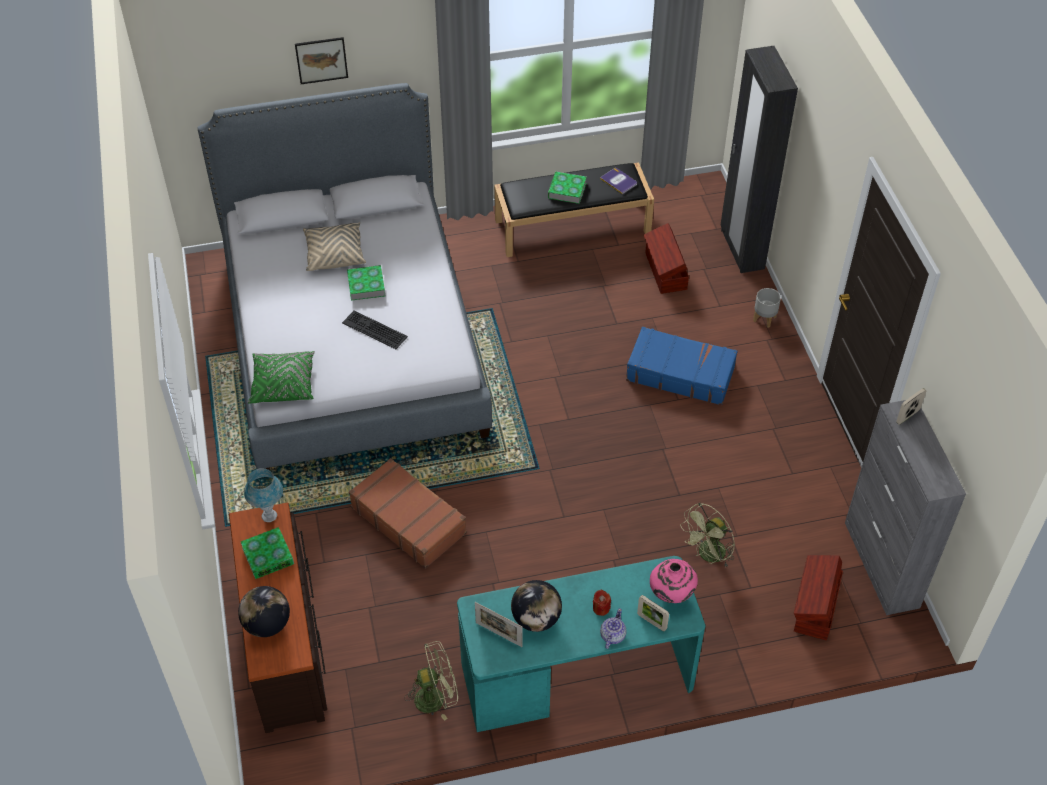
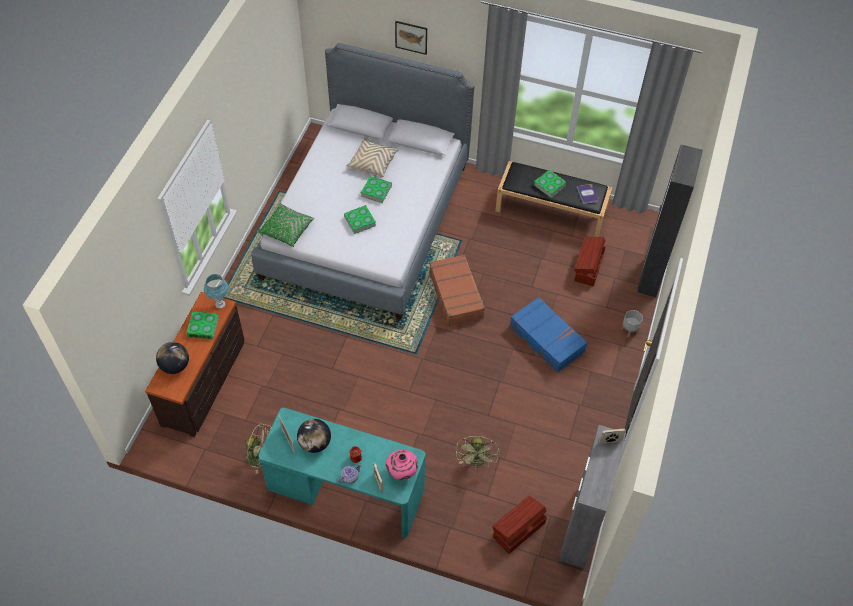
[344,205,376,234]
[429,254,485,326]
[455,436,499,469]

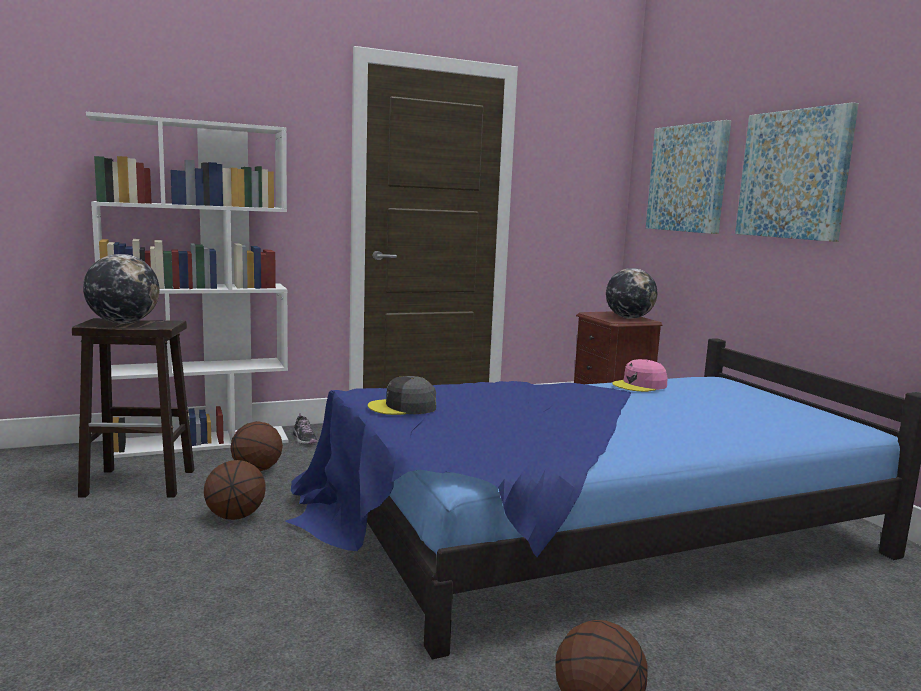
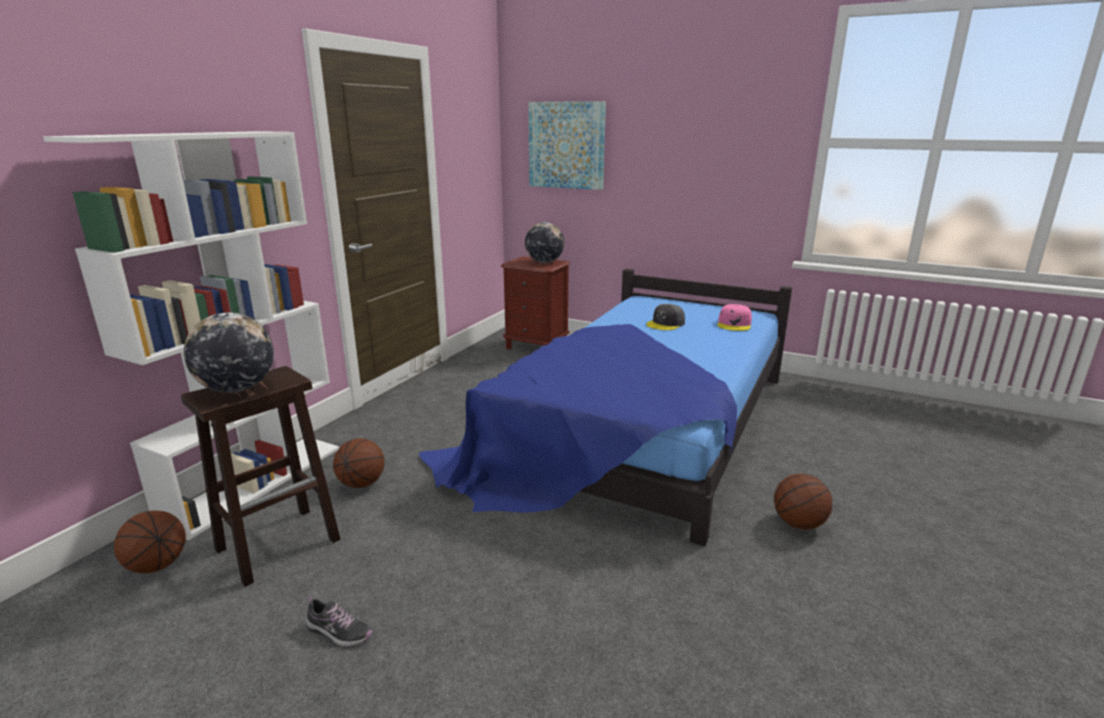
[114,510,186,573]
[306,596,372,646]
[646,304,685,330]
[718,304,752,331]
[735,102,859,242] (first image)

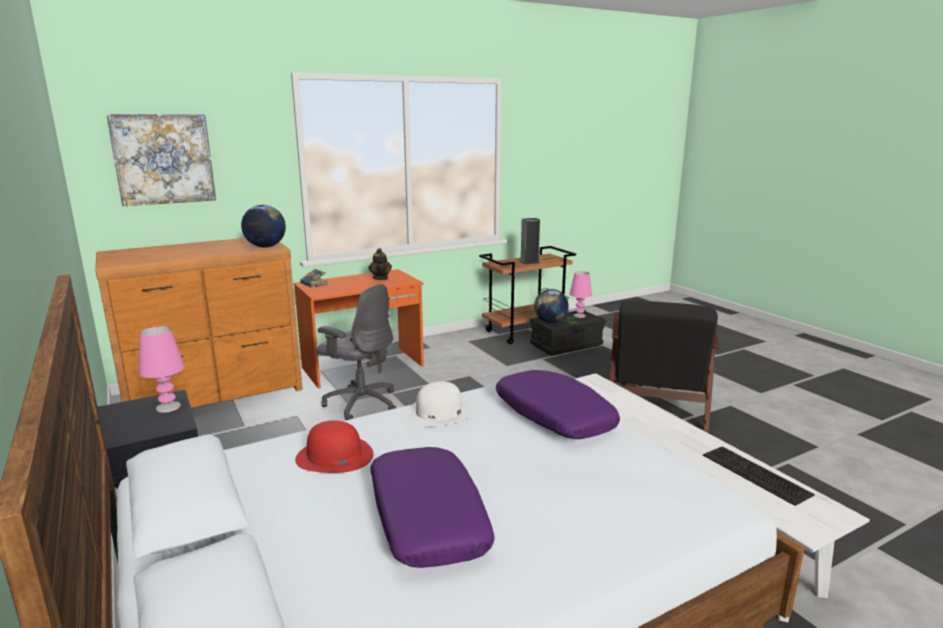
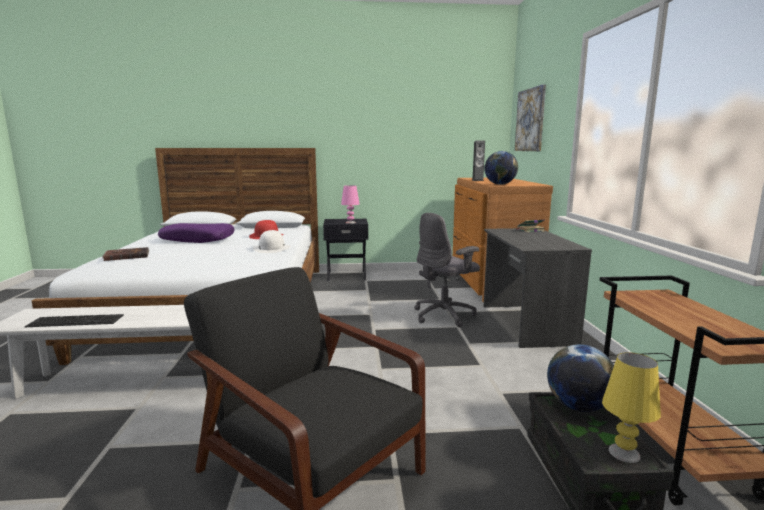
[102,247,150,261]
[472,140,485,181]
[484,228,592,348]
[602,352,661,463]
[368,248,392,280] (first image)
[496,370,620,439] (first image)

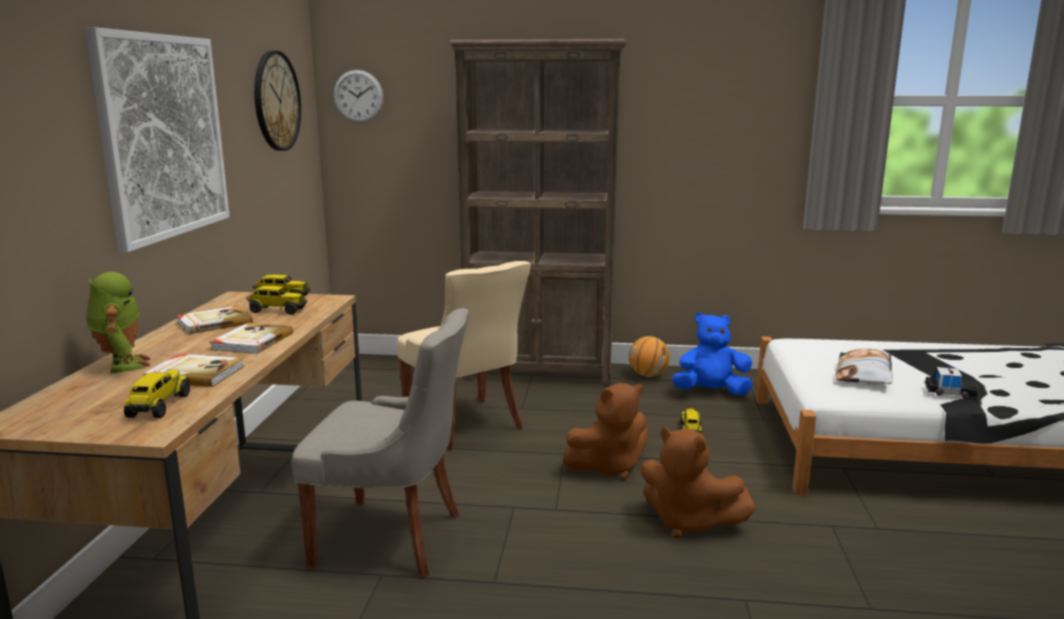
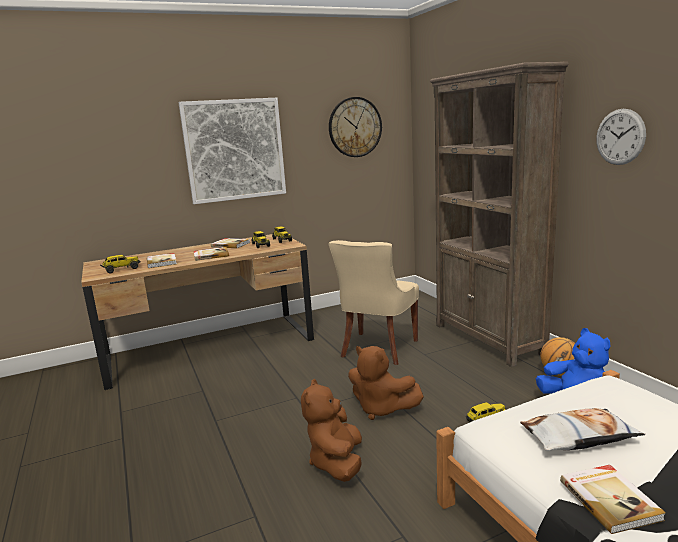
[560,465,666,534]
[596,109,646,165]
[86,272,151,373] (first image)
[292,308,469,578] (first image)

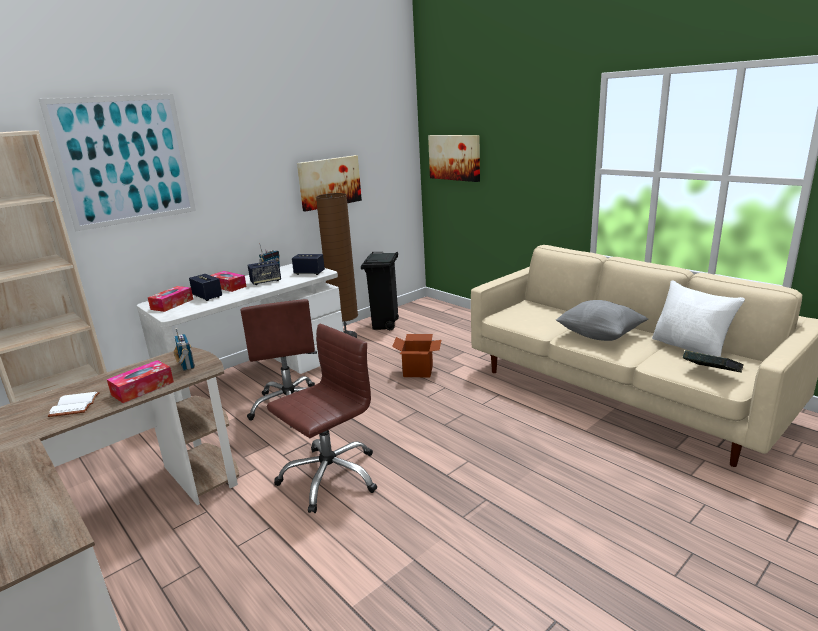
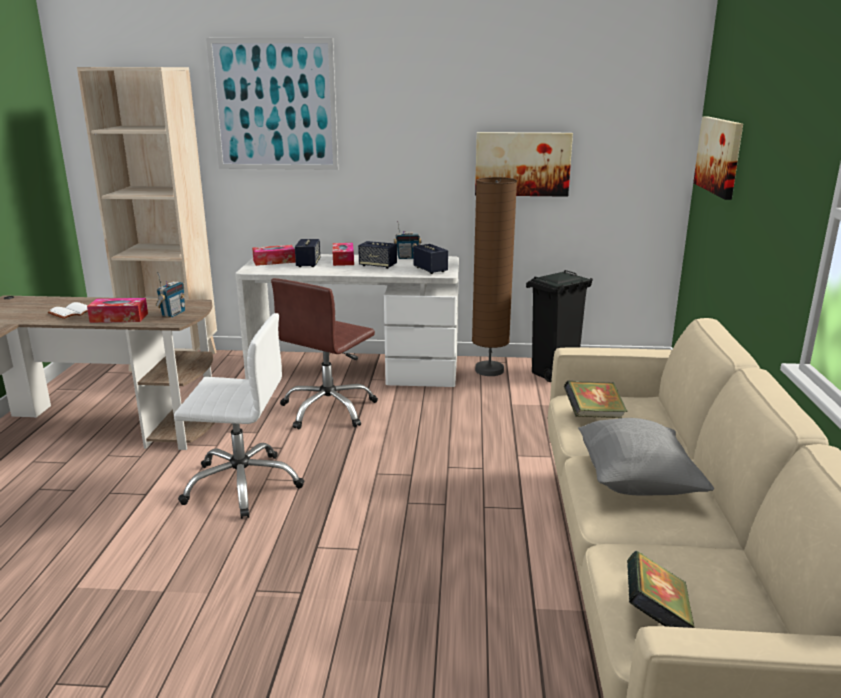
[174,313,304,519]
[564,381,628,418]
[392,334,441,377] (first image)
[652,280,745,357] (first image)

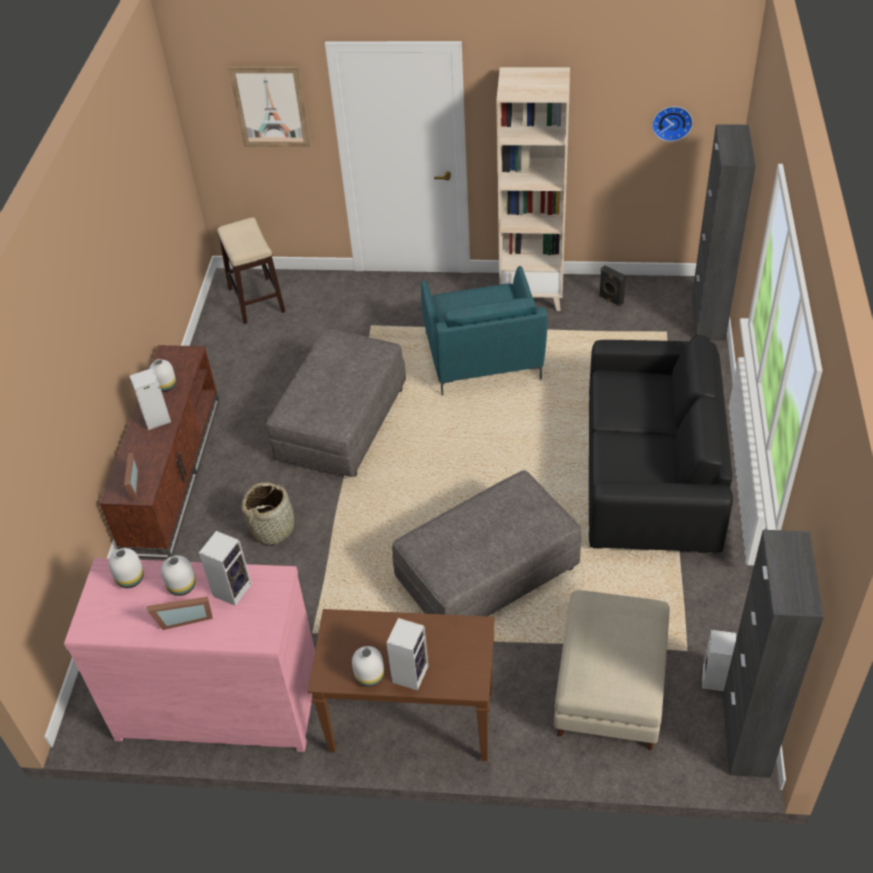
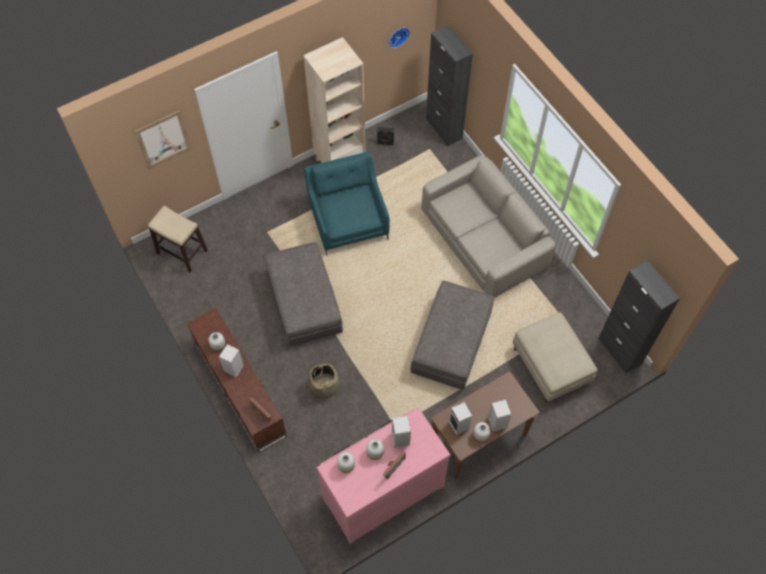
[304,151,390,256]
[421,155,556,298]
[449,402,472,435]

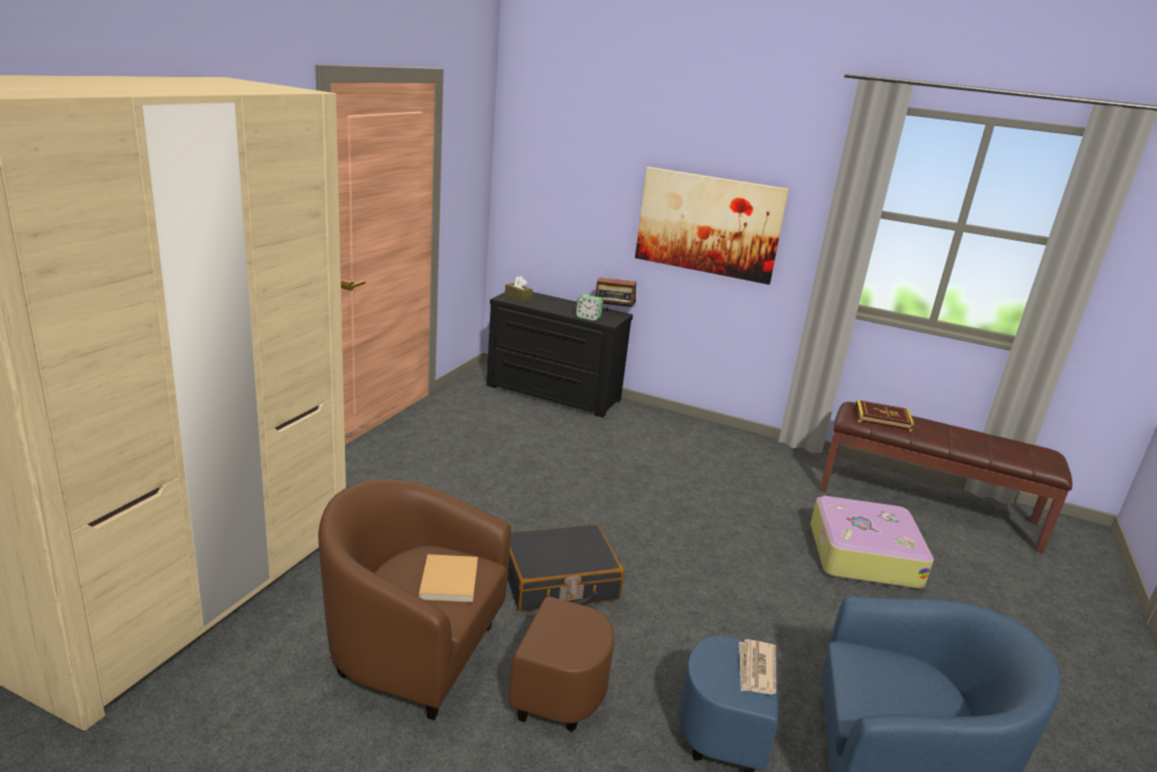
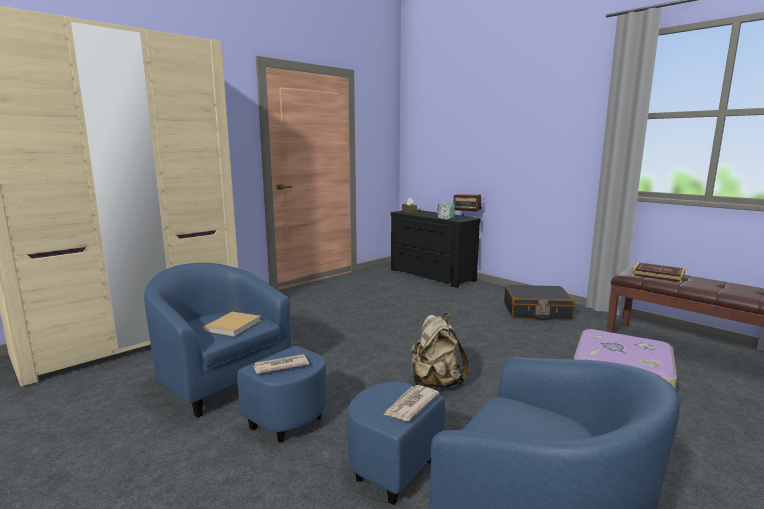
[144,263,327,443]
[253,354,309,374]
[411,313,469,389]
[504,284,575,321]
[635,167,789,285] (first image)

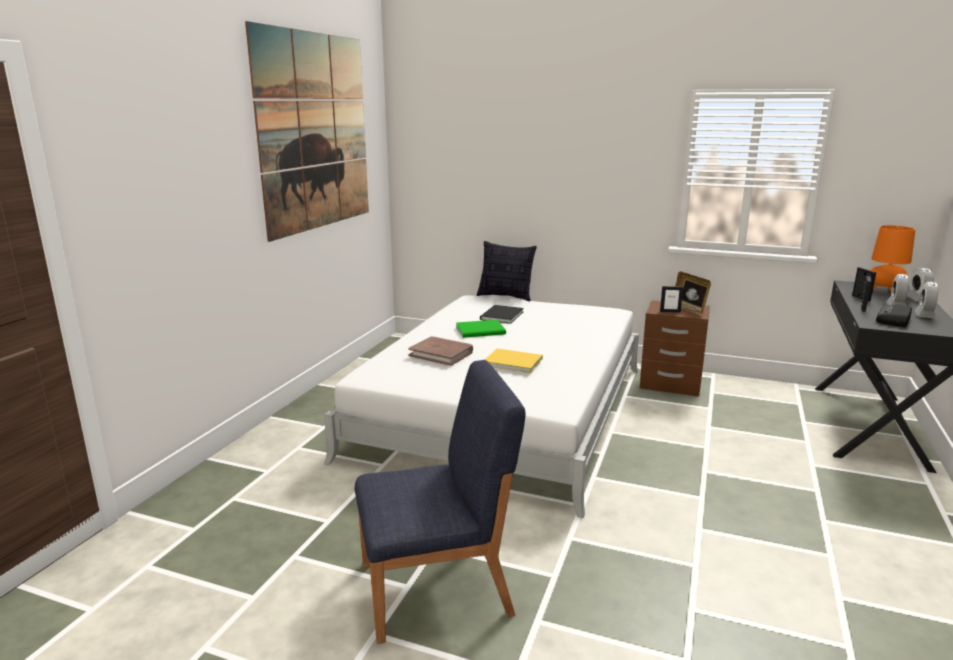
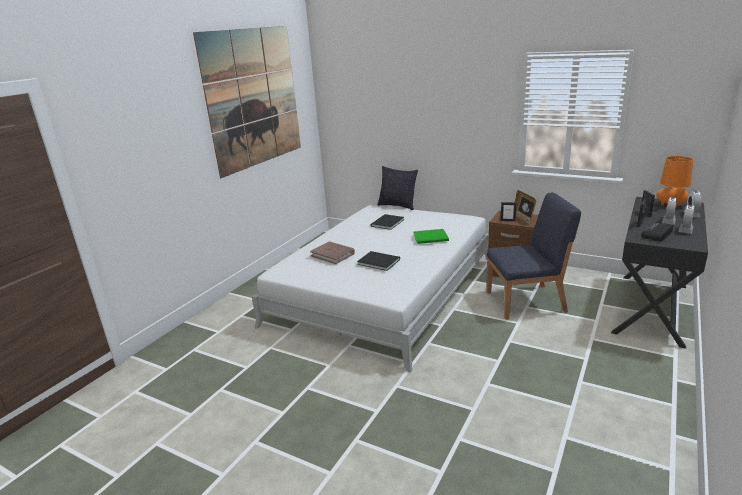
[357,251,400,271]
[413,229,449,244]
[487,192,581,320]

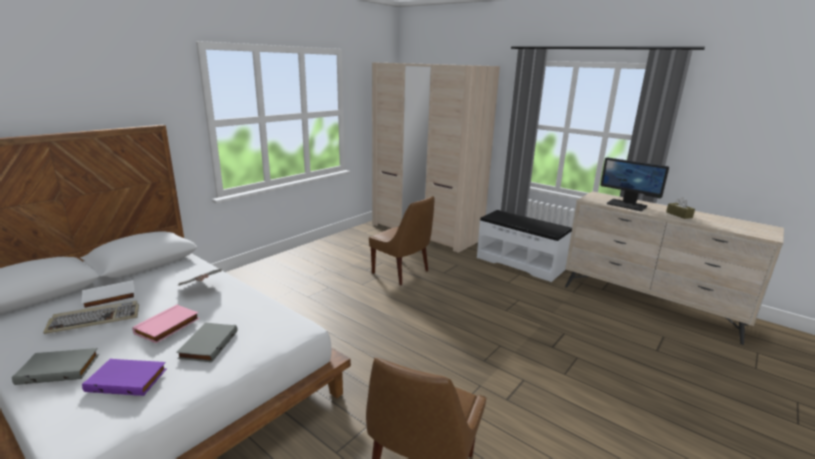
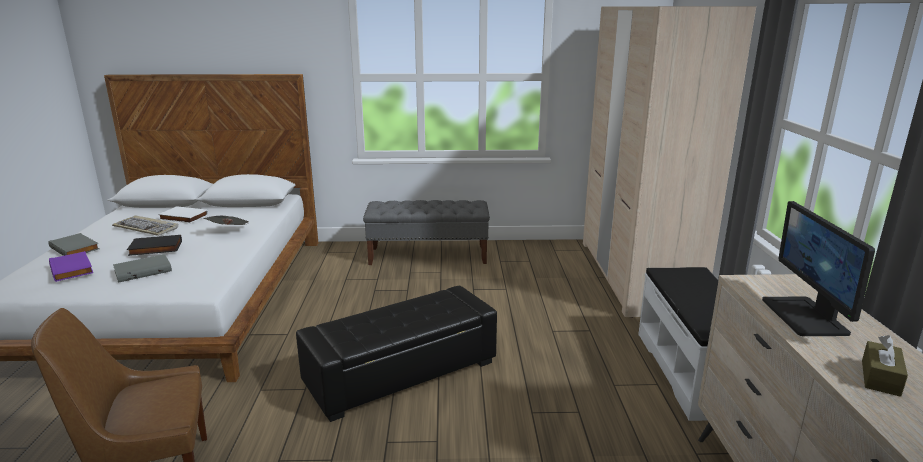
[127,235,182,256]
[296,286,497,422]
[363,200,490,265]
[369,196,435,285] (first image)

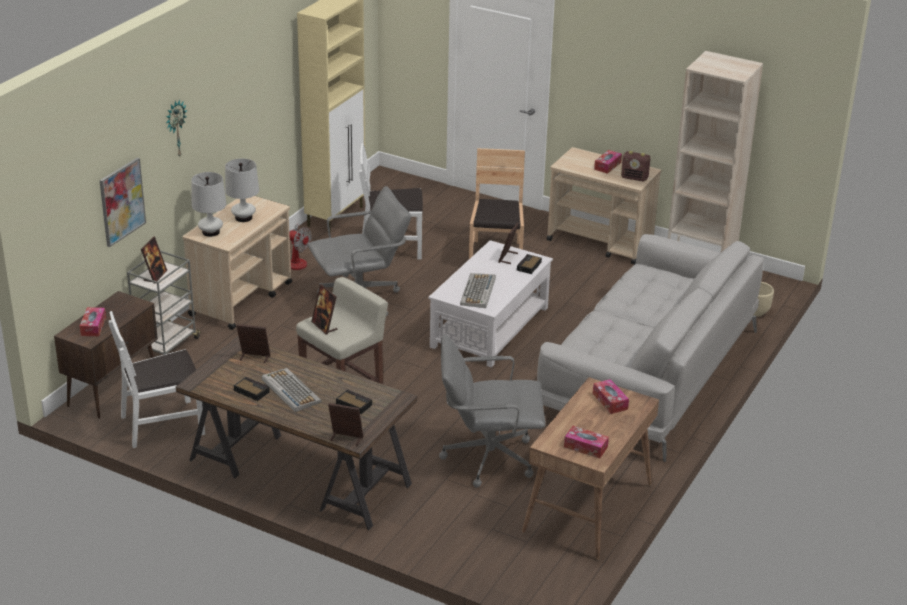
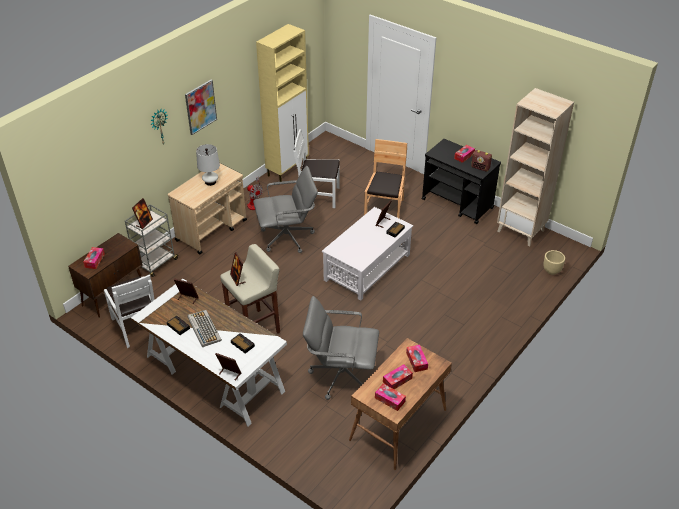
[104,274,155,348]
[131,279,287,427]
[185,80,217,135]
[383,364,413,389]
[422,139,501,224]
[191,172,226,237] (first image)
[460,273,496,308] (first image)
[537,234,764,462] (first image)

